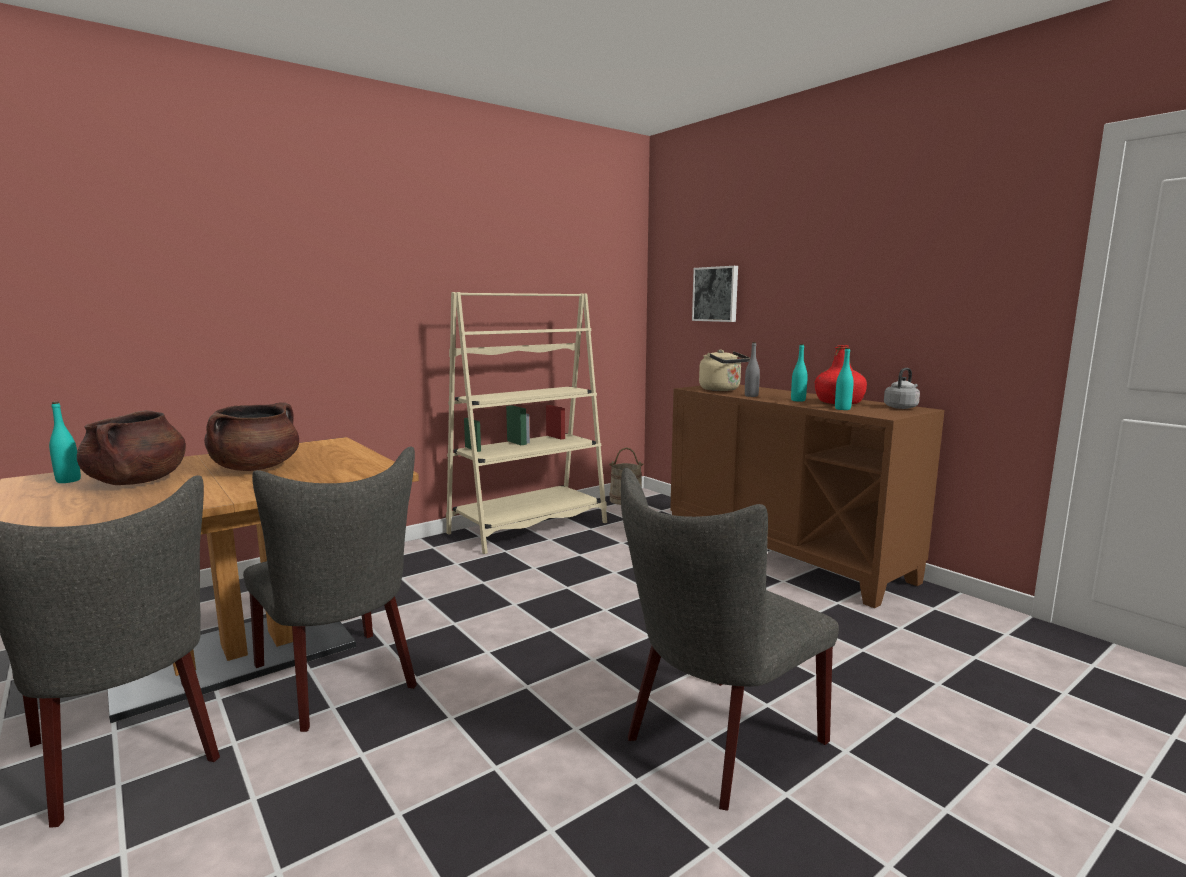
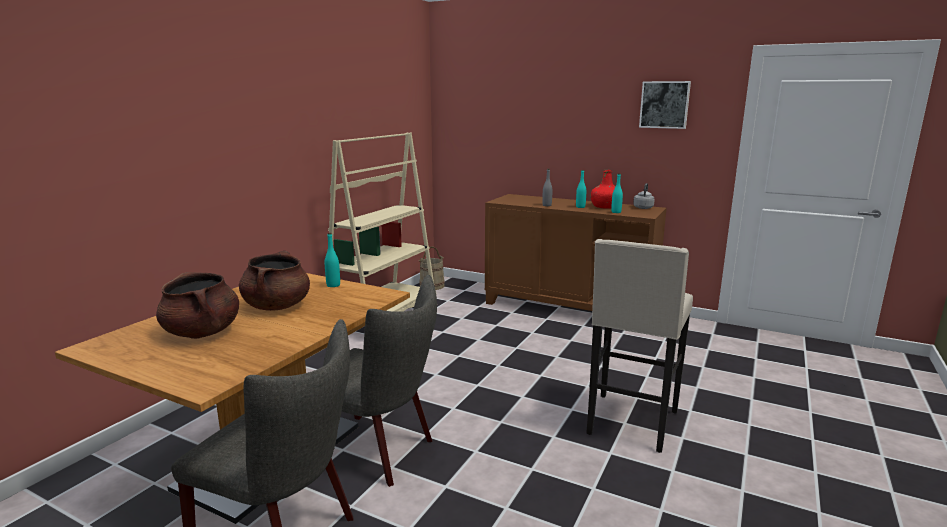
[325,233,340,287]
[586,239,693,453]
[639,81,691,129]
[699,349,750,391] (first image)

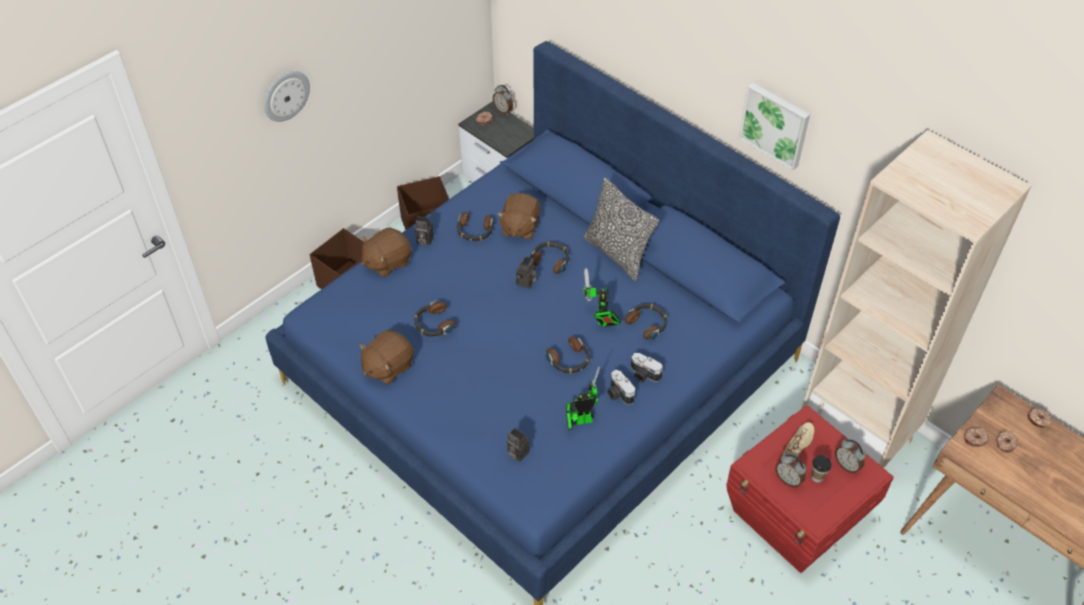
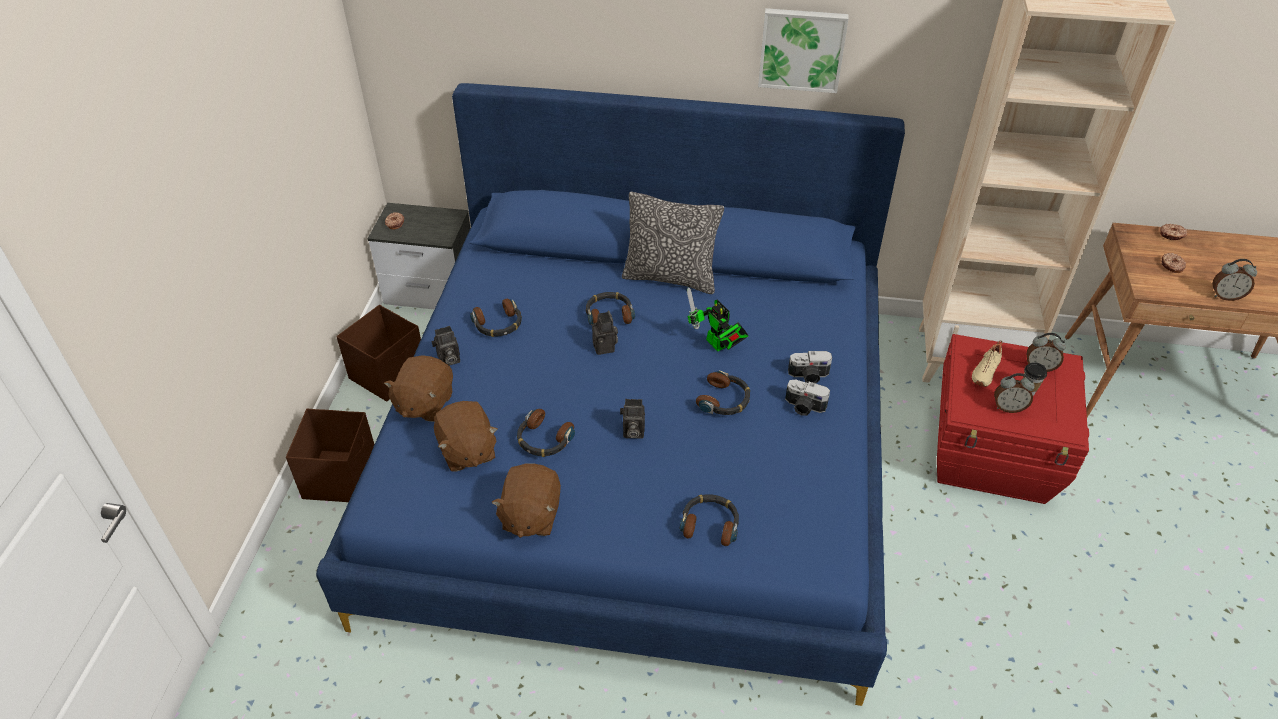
[434,401,498,472]
[620,399,645,439]
[680,494,739,546]
[971,340,1002,387]
[1212,259,1257,301]
[264,71,310,122] (first image)
[566,366,600,430] (first image)
[964,428,989,447] (first image)

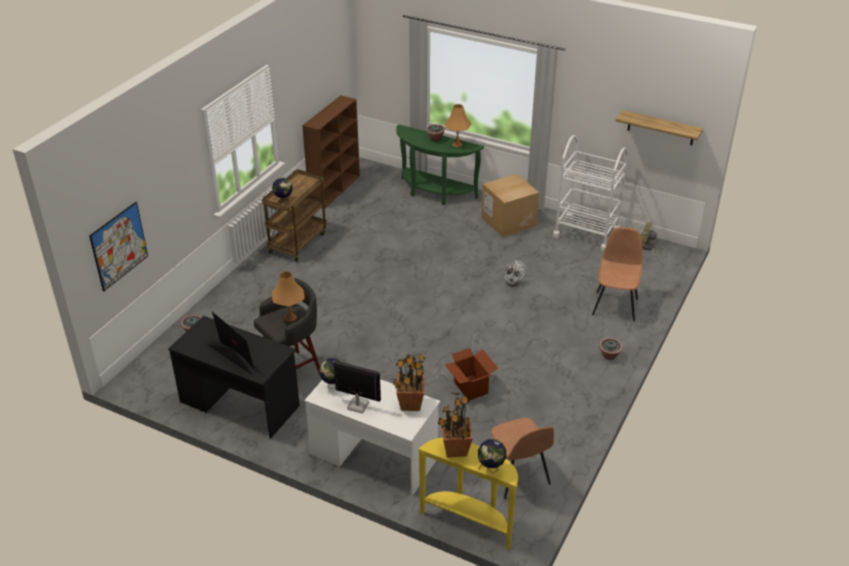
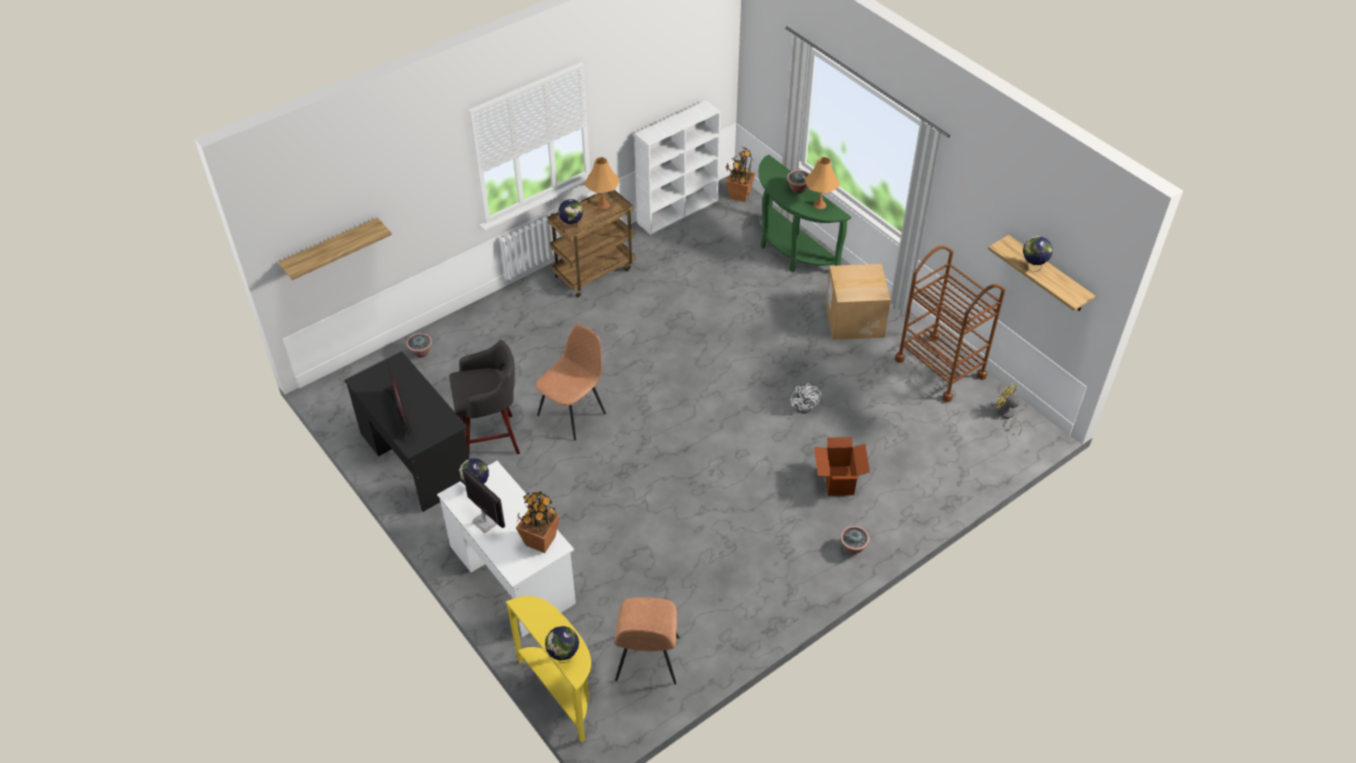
[278,218,392,280]
[535,324,606,440]
[585,157,620,209]
[634,101,721,235]
[725,146,755,202]
[814,437,870,496]
[895,246,1005,402]
[1023,236,1053,272]

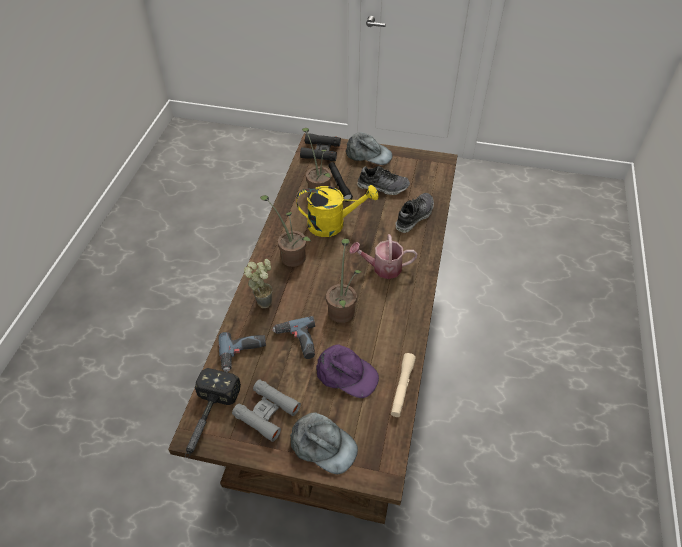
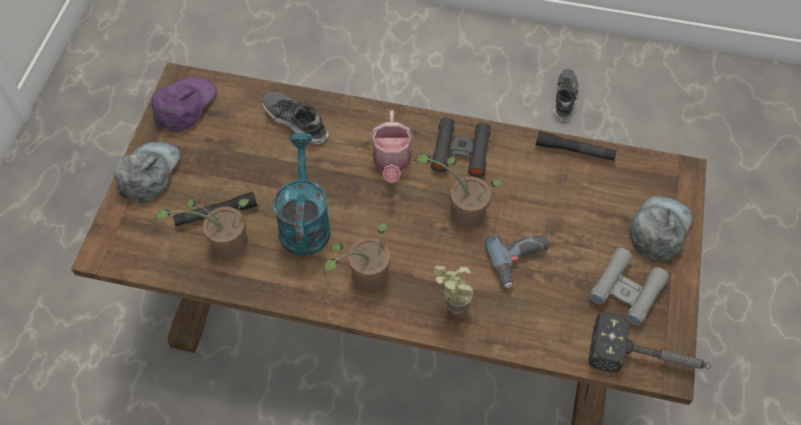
[151,77,217,132]
[274,133,330,256]
[431,118,490,178]
[536,131,617,161]
[553,69,579,121]
[219,332,266,372] (first image)

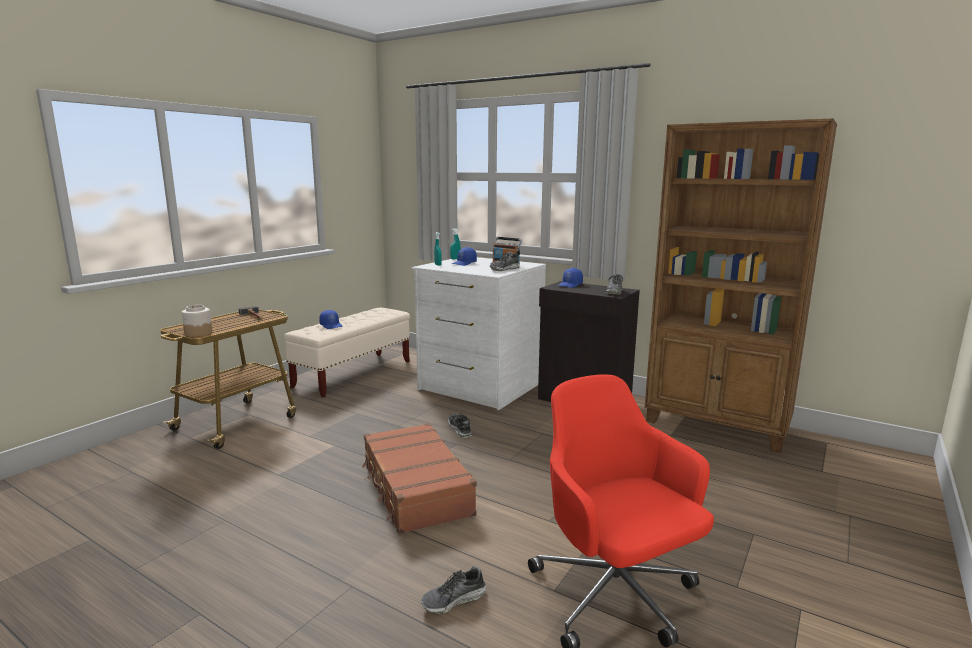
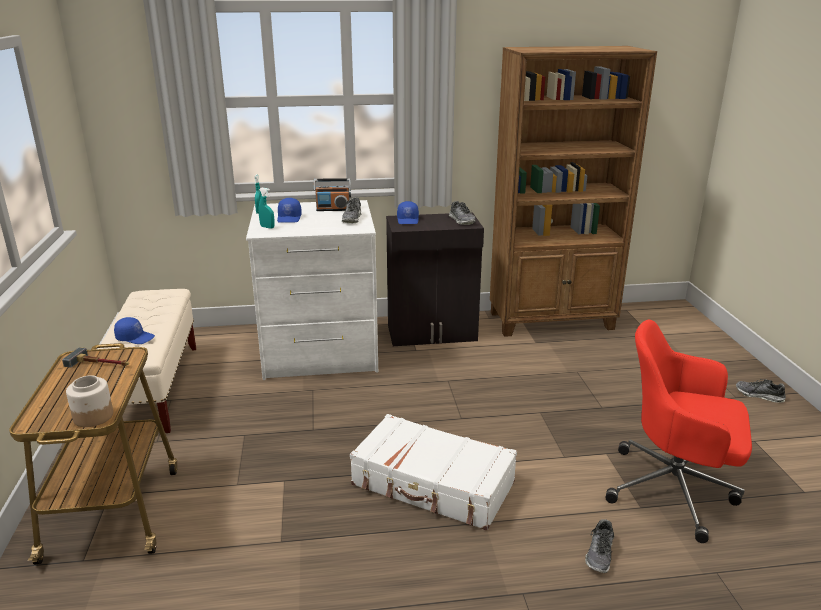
[350,414,517,531]
[736,379,786,403]

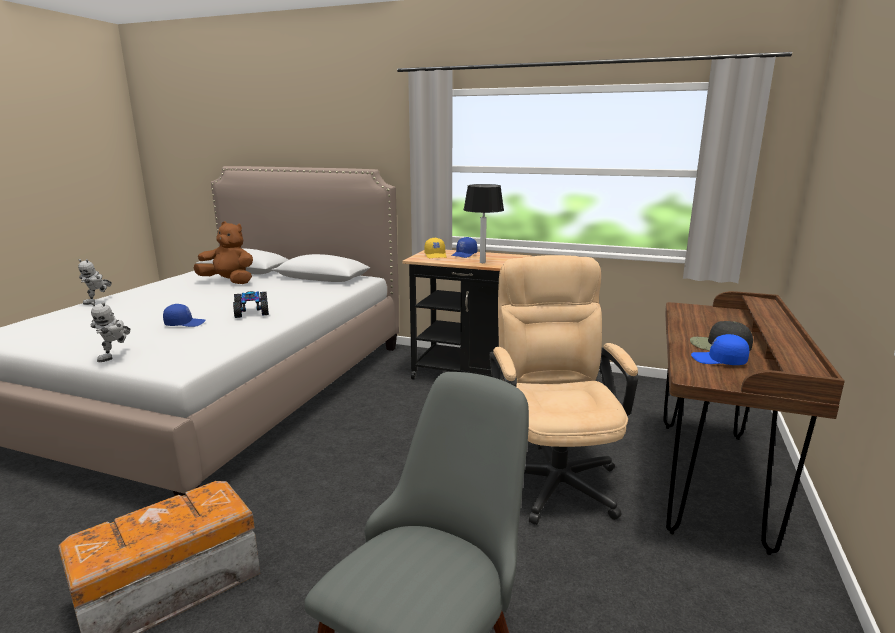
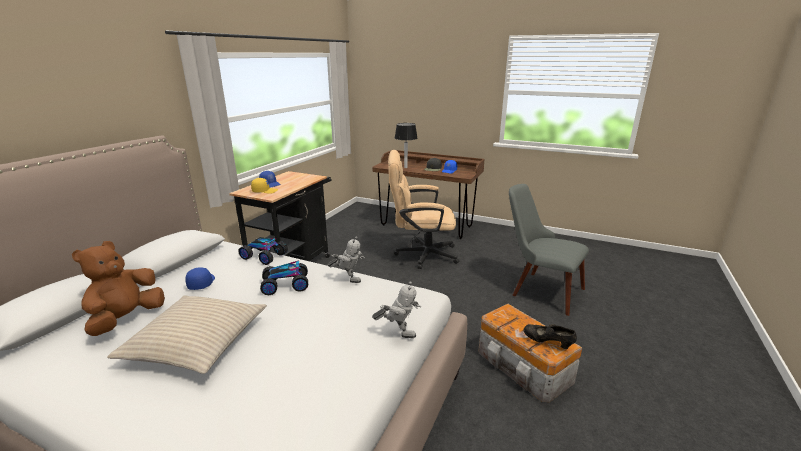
[107,295,267,374]
[185,267,215,290]
[238,237,288,265]
[328,236,365,283]
[395,123,417,168]
[523,324,577,349]

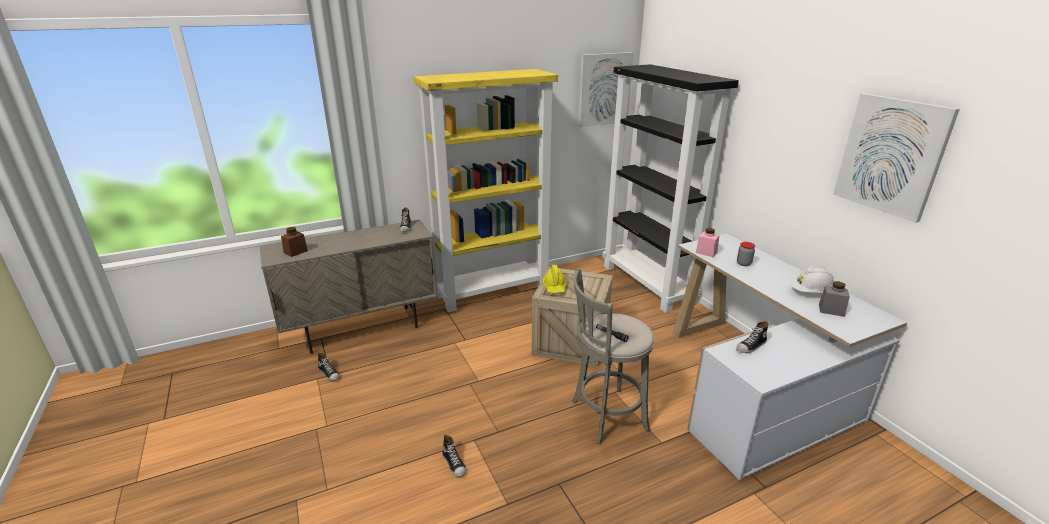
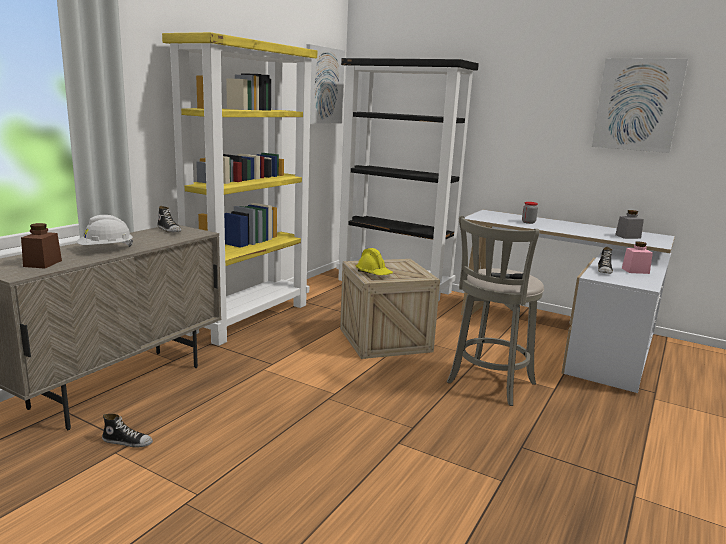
[77,215,133,247]
[622,241,653,274]
[442,435,466,477] (first image)

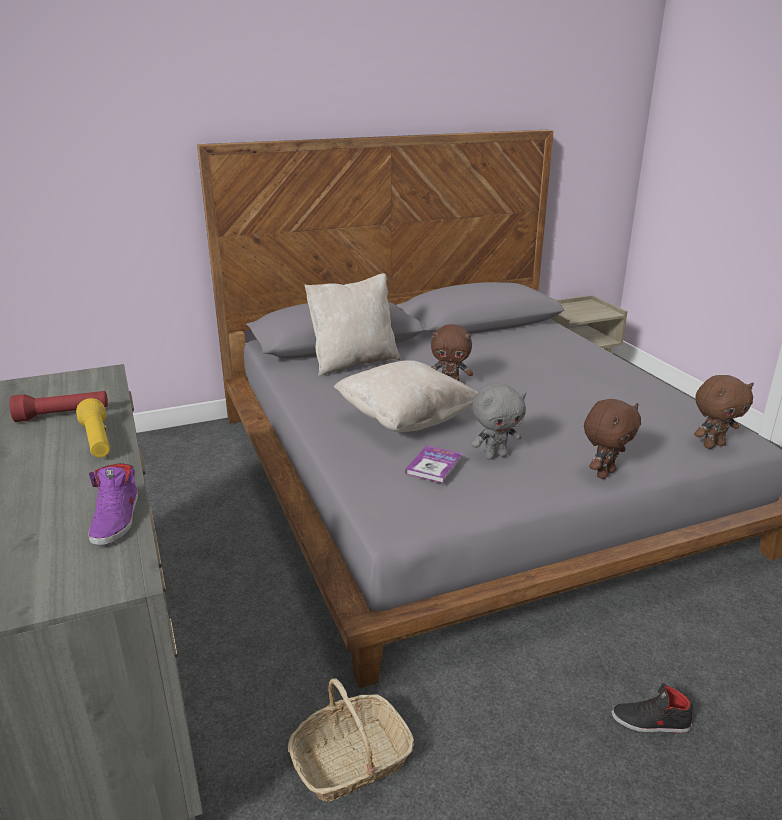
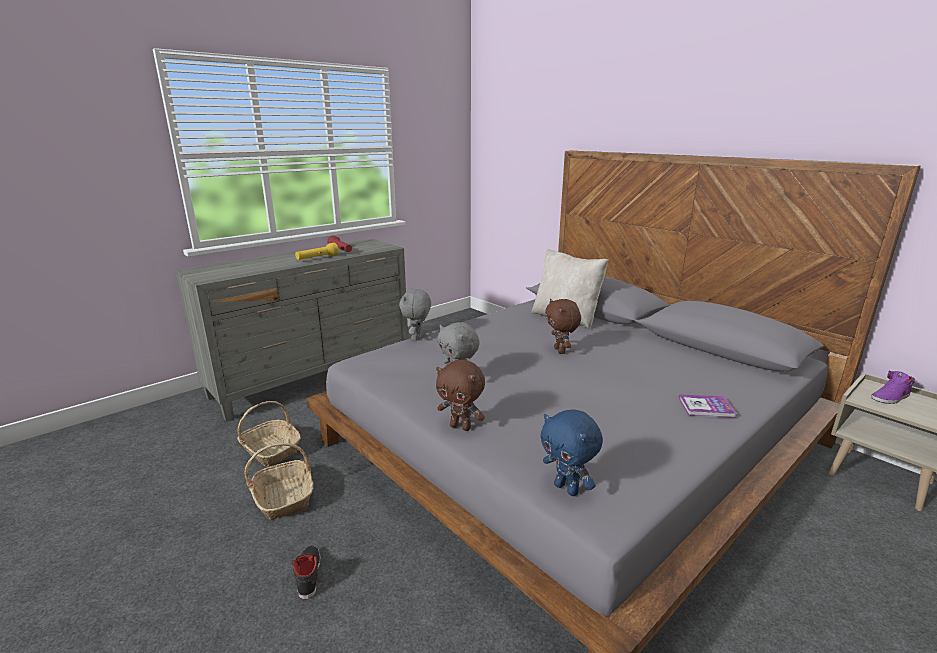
[245,443,313,520]
[399,288,431,341]
[540,409,603,496]
[679,394,736,418]
[871,370,915,404]
[334,360,479,432] (first image)

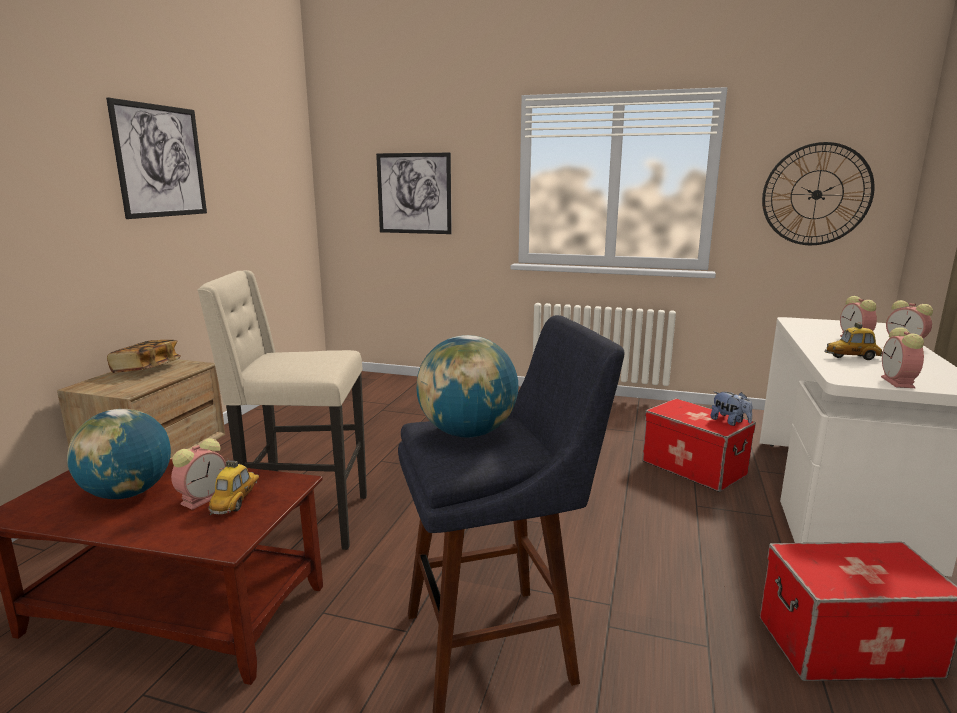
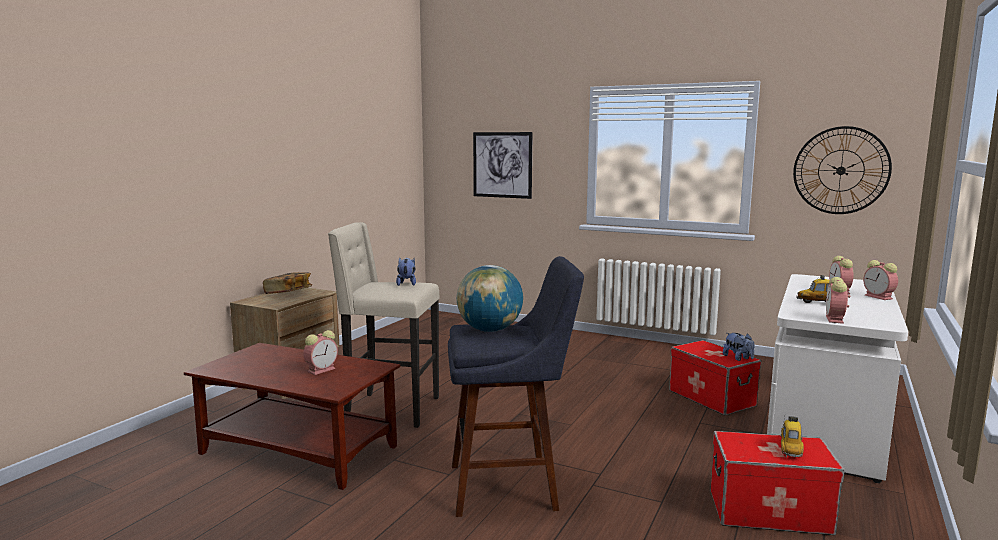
[396,257,416,286]
[781,416,804,457]
[67,409,171,499] (first image)
[106,98,207,219] (first image)

